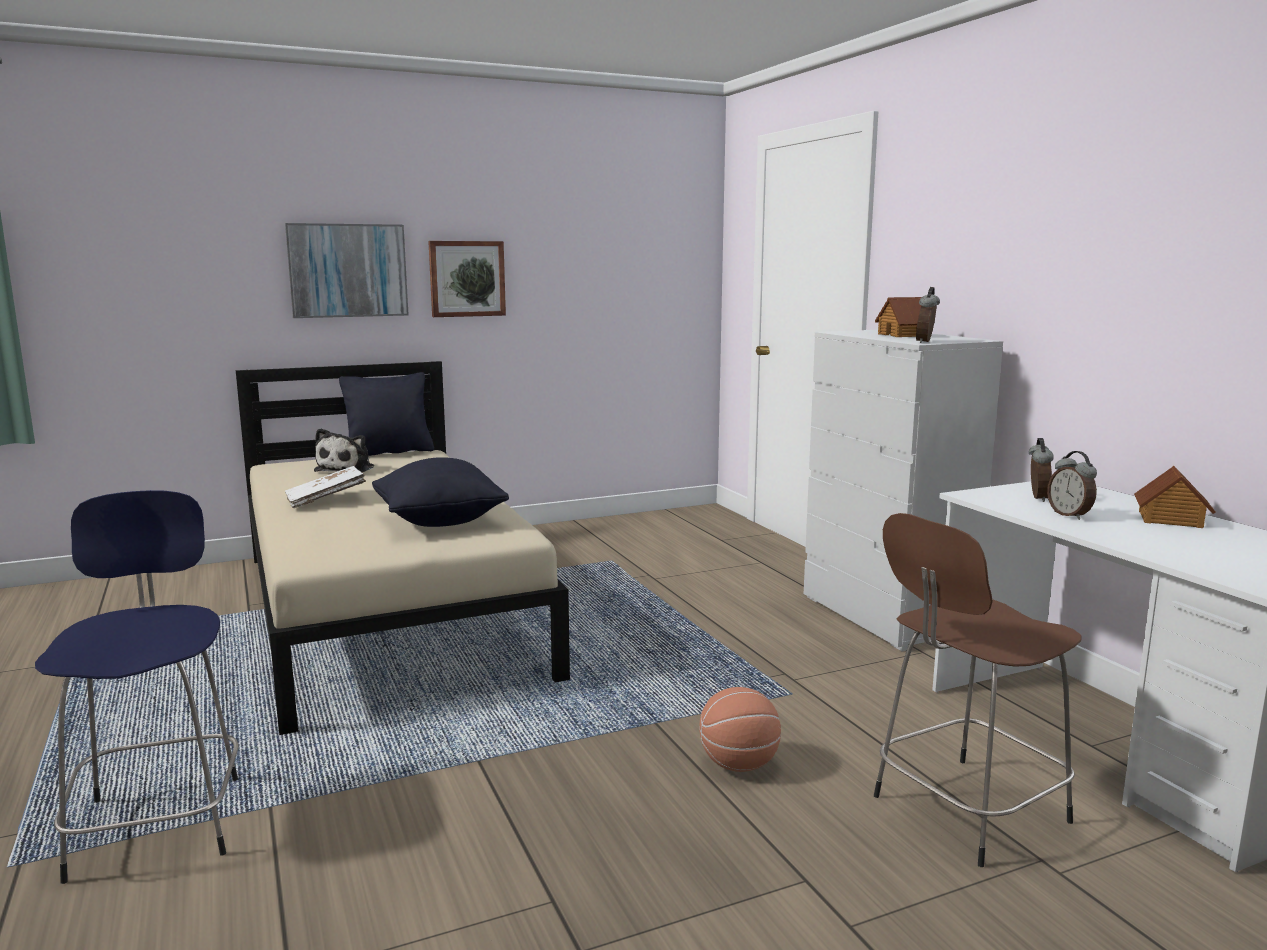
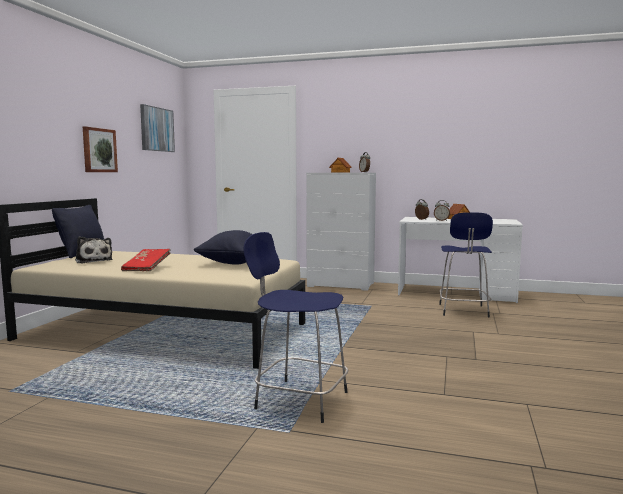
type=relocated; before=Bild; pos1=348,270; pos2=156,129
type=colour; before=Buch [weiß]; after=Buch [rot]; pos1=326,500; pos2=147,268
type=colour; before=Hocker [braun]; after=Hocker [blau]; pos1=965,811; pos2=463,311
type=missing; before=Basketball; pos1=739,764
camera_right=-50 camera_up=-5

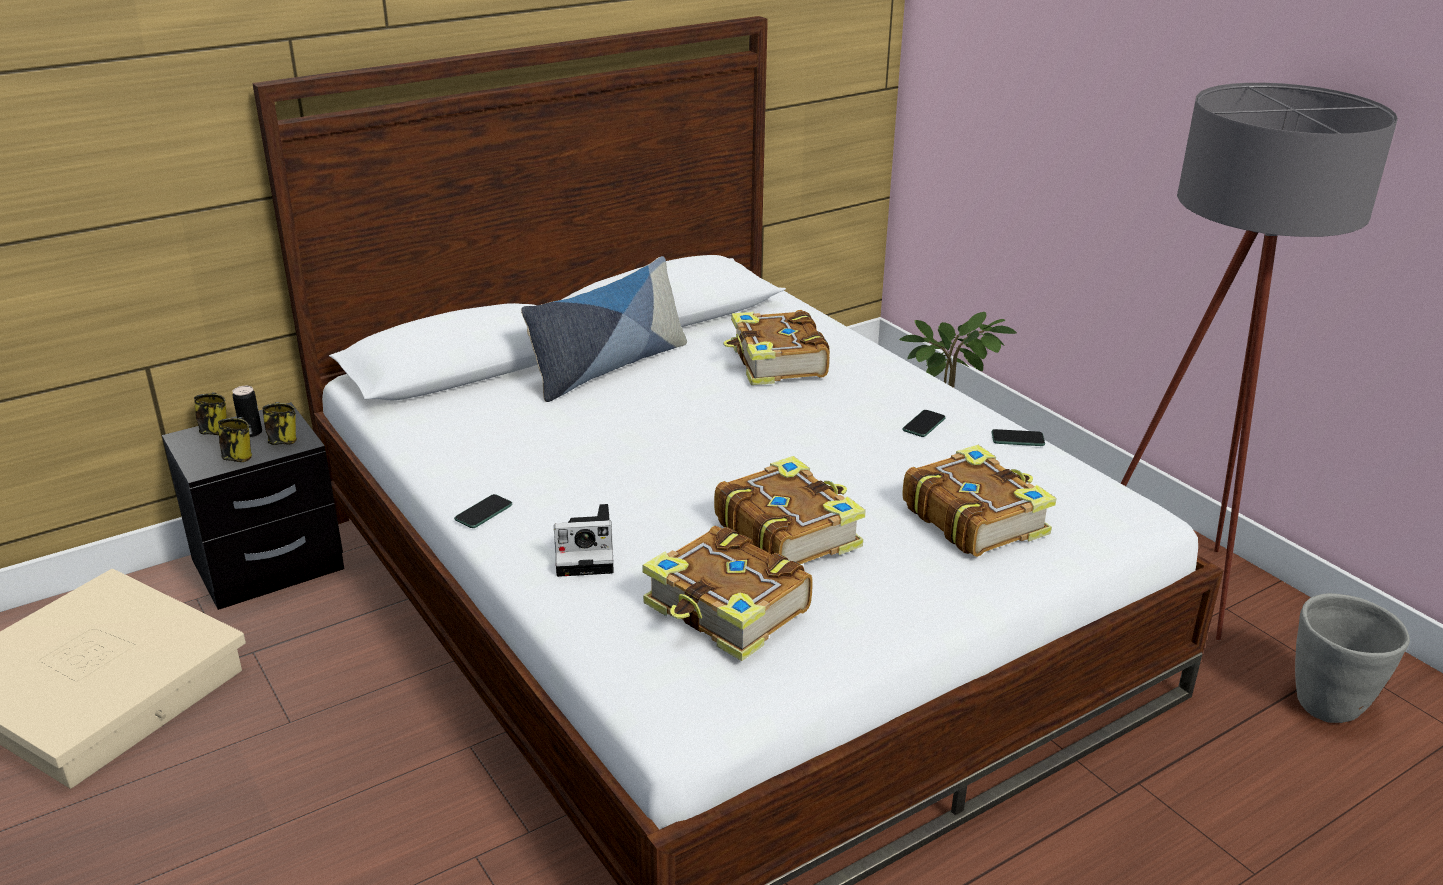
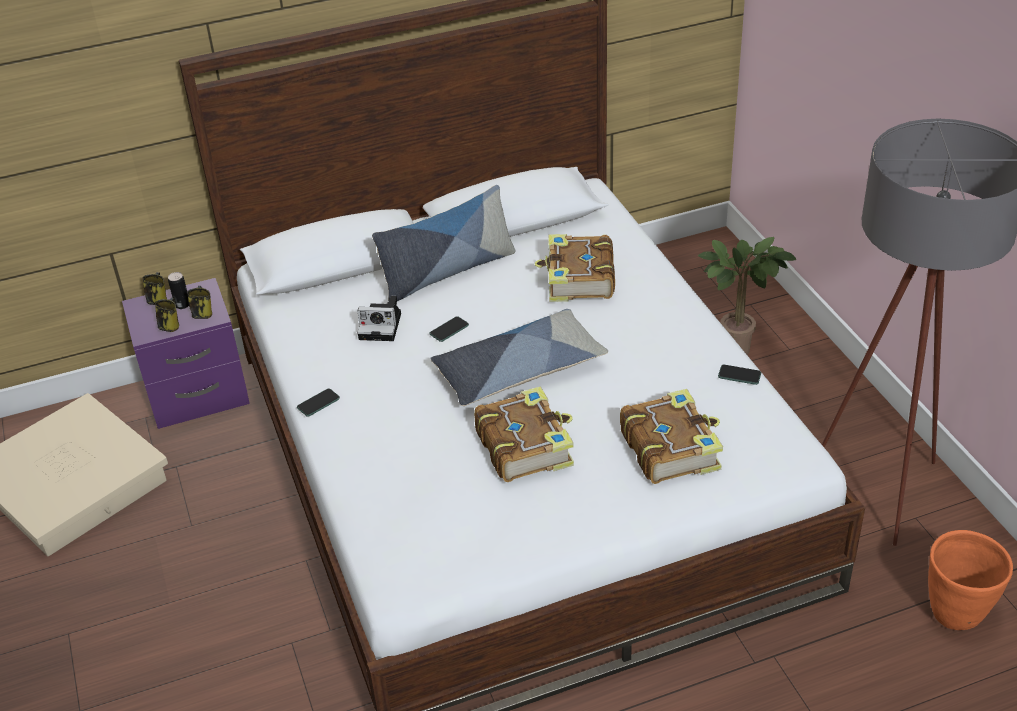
type=colour; before=Nachttisch [schwarz]; after=Nachttisch [lila]; pos1=269,567; pos2=198,396
type=relocated; before=Handy; pos1=924,424; pos2=449,330
type=relocated; before=Kamera; pos1=587,554; pos2=382,326
type=missing; before=Buch; pos1=727,610
type=colour; before=Pflanzkübel [grau]; after=Pflanzkübel [orange]; pos1=1328,705; pos2=956,614
type=appeared; after=Kissen; pos2=518,370
camera_right=15 camera_up=10

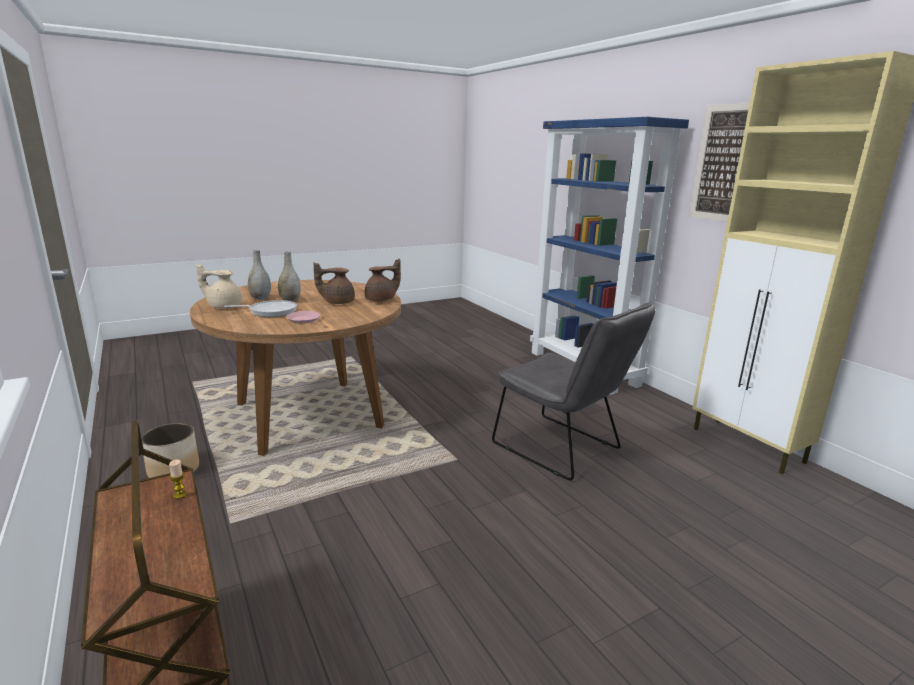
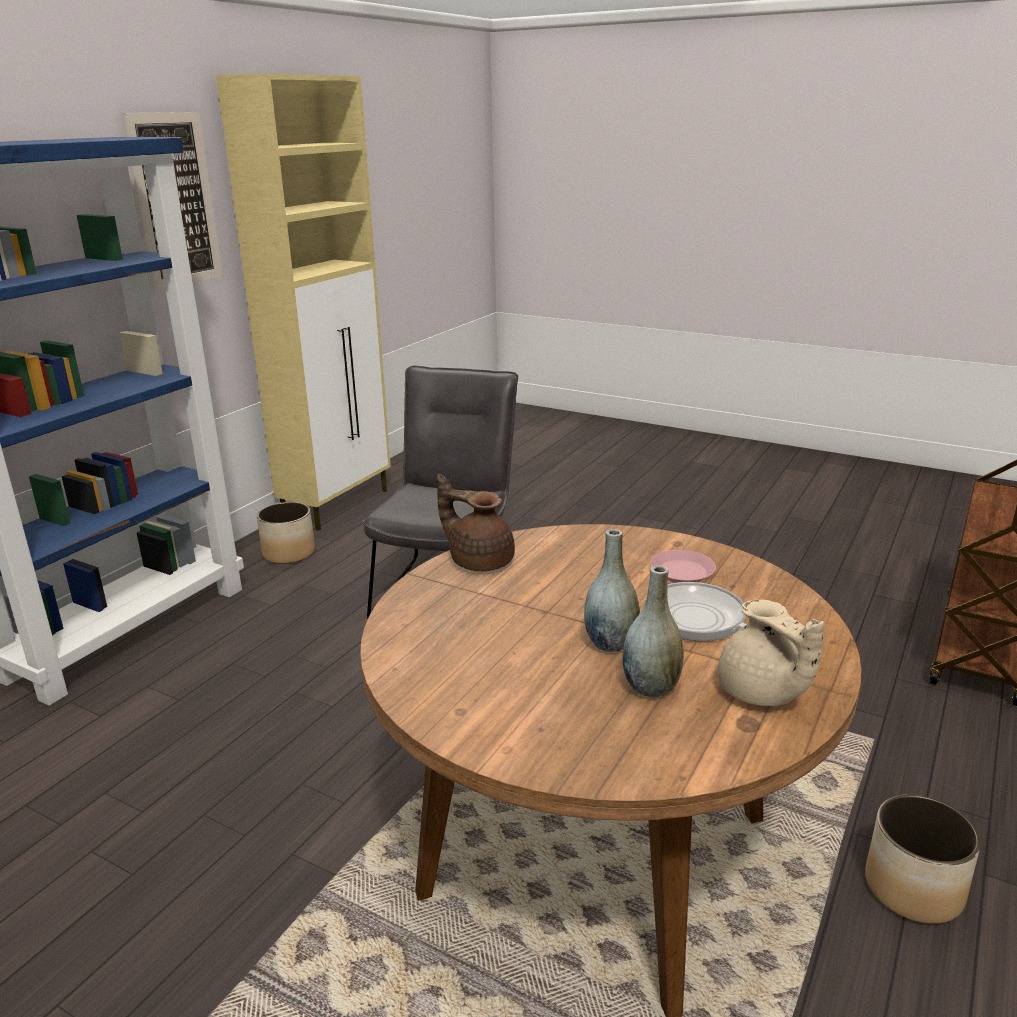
type=missing; before=Teekanne [braun]; pos1=337,302
type=missing; before=Kerze; pos1=180,494
type=appeared; after=Pflanzkübel; pos2=288,553
camera_right=-120 camera_up=5

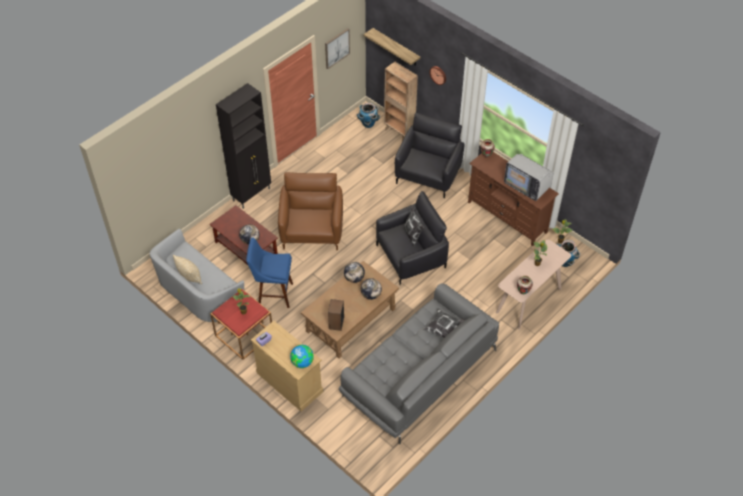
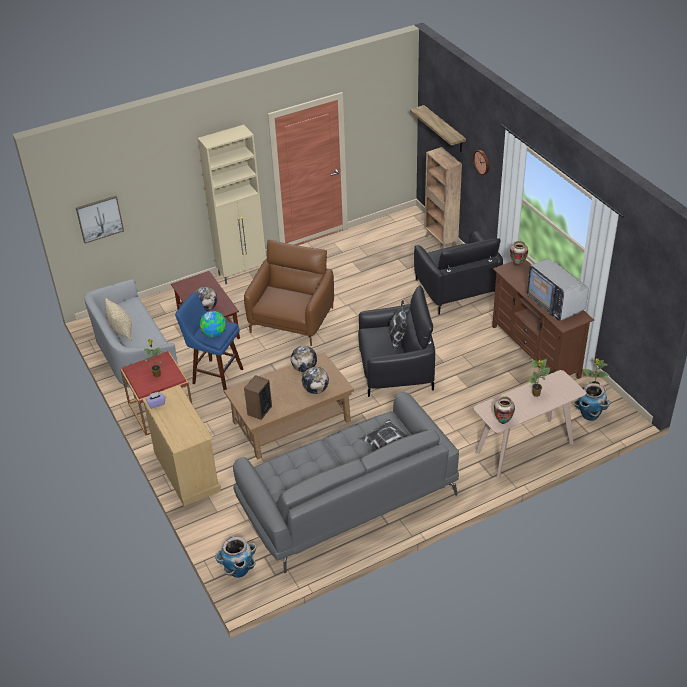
type=relocated; before=Bild; pos1=336,48; pos2=99,218
type=colour; before=Schrank [schwarz]; after=Schrank [beige]; pos1=252,194; pos2=242,272
type=relocated; before=Pflanzkübel; pos1=368,124; pos2=238,570
type=spun; before=Sessel [schwarz]; pos1=428,174; pos2=456,289; turn=120
type=relocated; before=Globus; pos1=302,362; pos2=214,333
camera_right=20 camera_up=-10

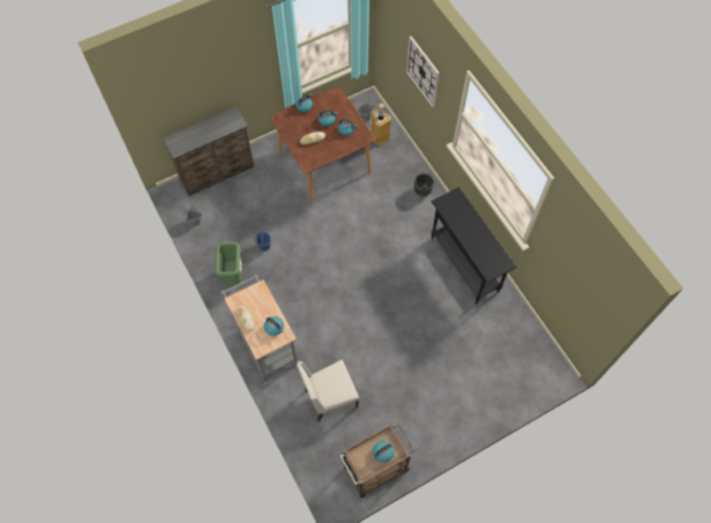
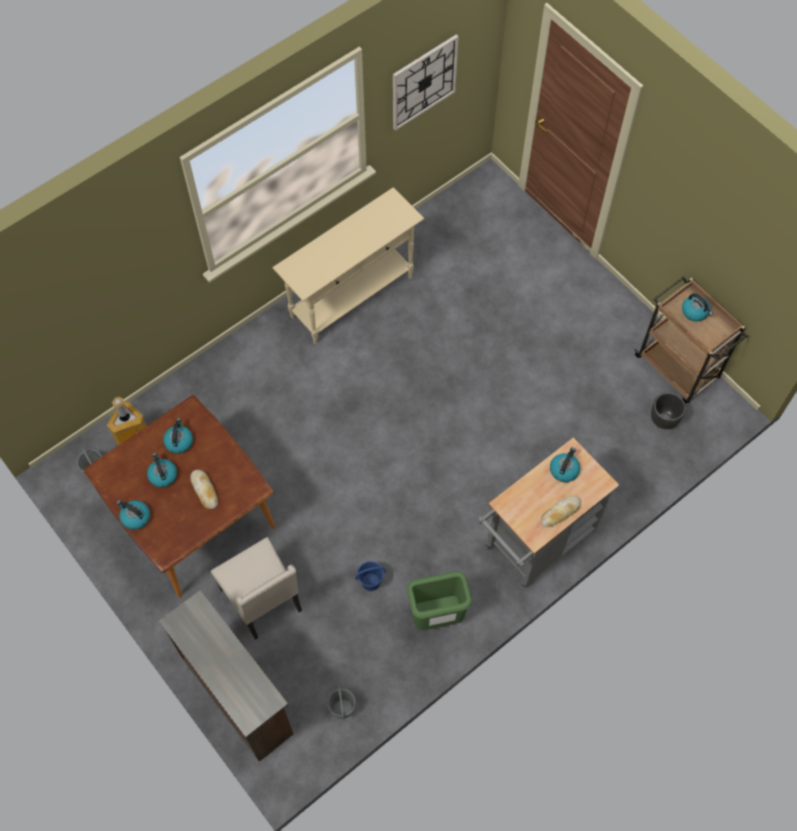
type=relocated; before=Wanduhr; pos1=423,71; pos2=424,82
type=relocated; before=Pflanzkübel [schwarz]; pos1=422,191; pos2=664,420
type=colour; before=Konsolentisch [schwarz]; after=Konsolentisch [beige]; pos1=464,264; pos2=352,297
type=relocated; before=Stuhl [beige]; pos1=329,398; pos2=263,600
camera_right=-100 camera_up=0

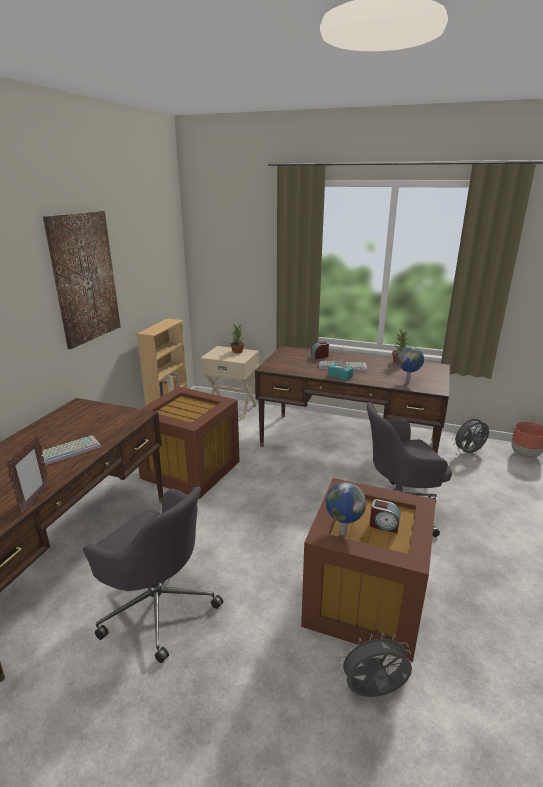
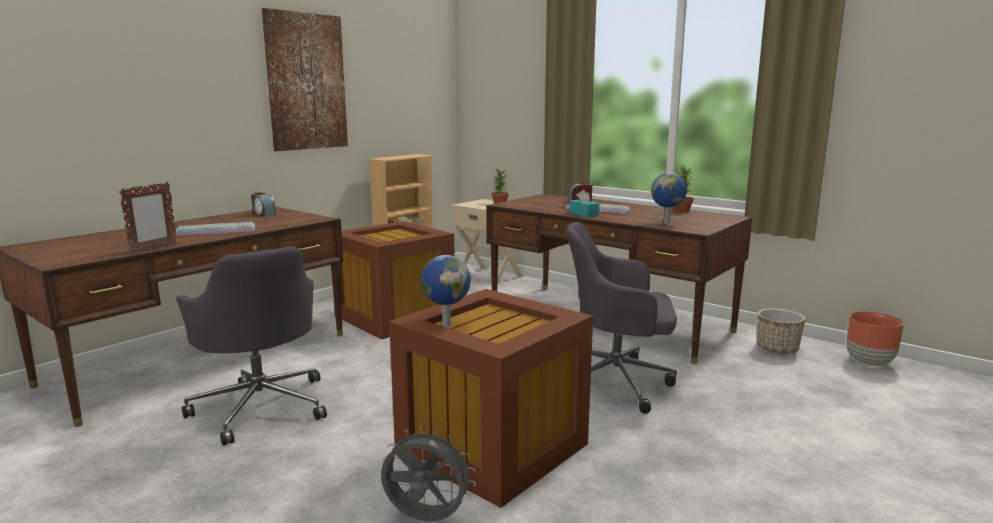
type=exchanged; before=Ventilator [grau]; after=Pflanzkübel; pos1=468,452; pos2=777,349
type=relocated; before=Wecker; pos1=384,525; pos2=263,214
camera_right=20 camera_up=-10

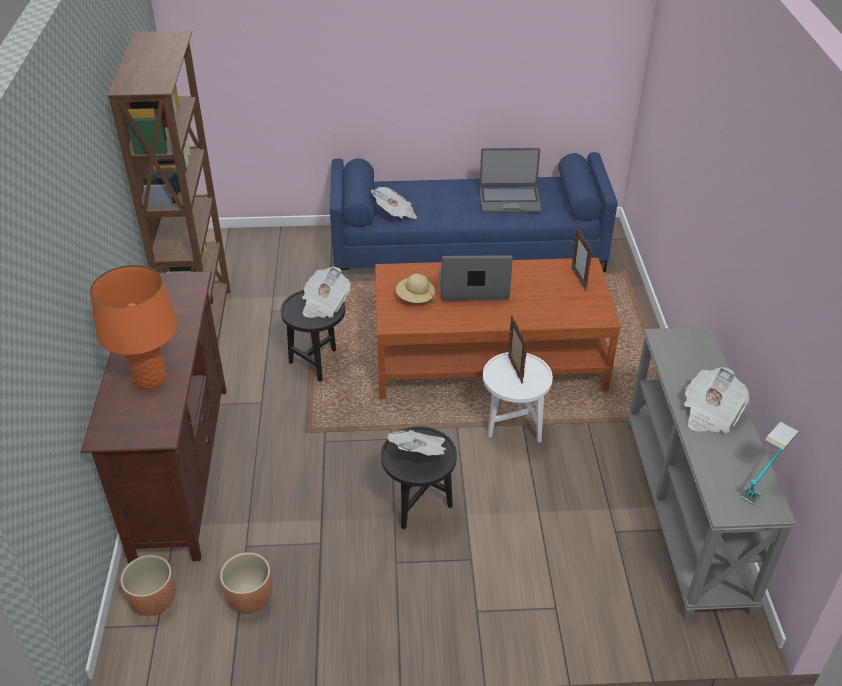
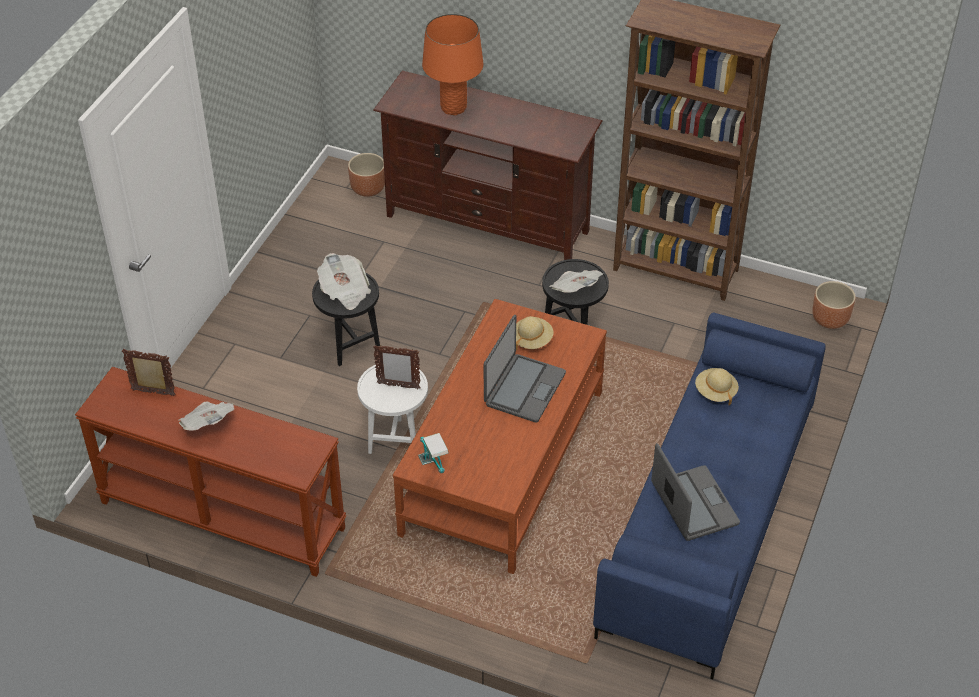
type=spun; before=Laptop; pos1=509,200; pos2=693,505; turn=135
type=exchanged; before=Zeitung; after=Hut [beige]; pos1=395,214; pos2=715,392
type=relocated; before=Bilderrahmen; pos1=578,279; pos2=153,393
type=colour; before=Konsolentisch [grau]; after=Konsolentisch [braun]; pos1=686,512; pos2=221,516
type=relocated; before=Tischlampe; pos1=761,483; pos2=433,474
type=relocated; before=Pflanzkübel [braun]; pos1=250,597; pos2=830,320
camera_right=115 camera_up=5

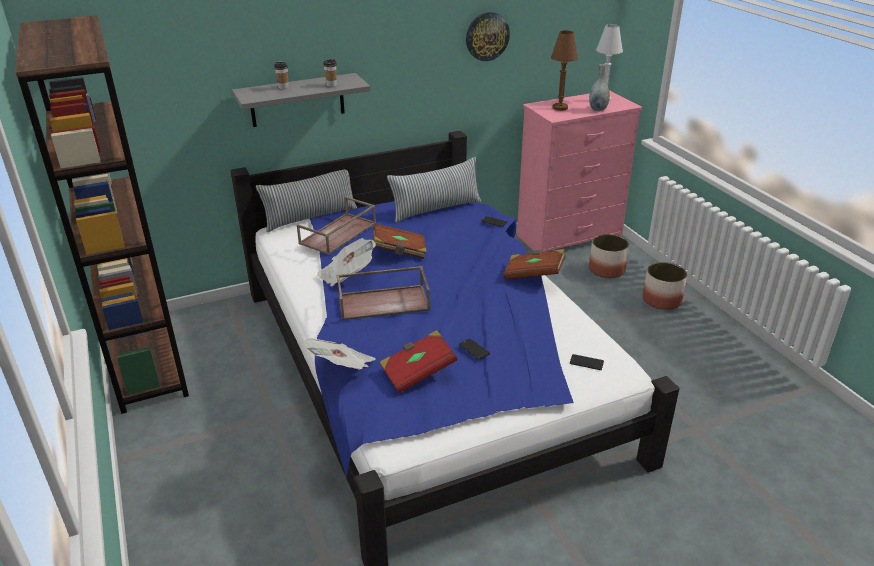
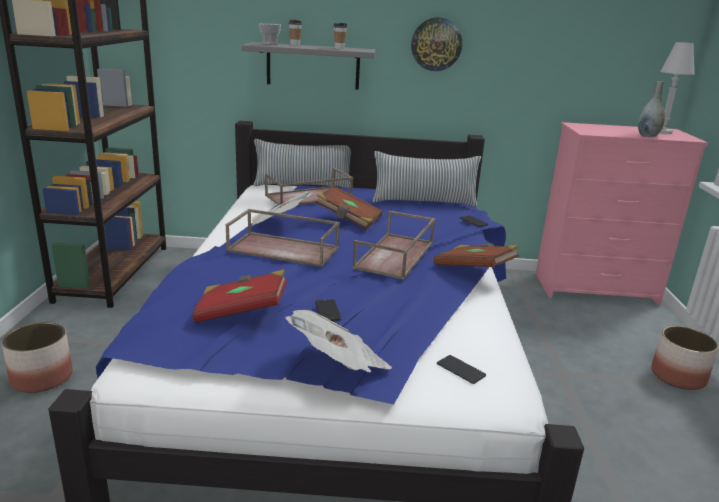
type=relocated; before=Wanduhr; pos1=487,36; pos2=436,44
type=missing; before=Tischlampe [braun]; pos1=560,108
type=relocated; before=Pflanzkübel; pos1=606,270; pos2=41,378
type=relocated; before=Zeitung; pos1=341,368; pos2=339,365
type=appeared; after=Tasse; pos2=270,44
type=appeared; after=Tablett [braun]; pos2=395,256
camera_right=25 camera_up=-10

